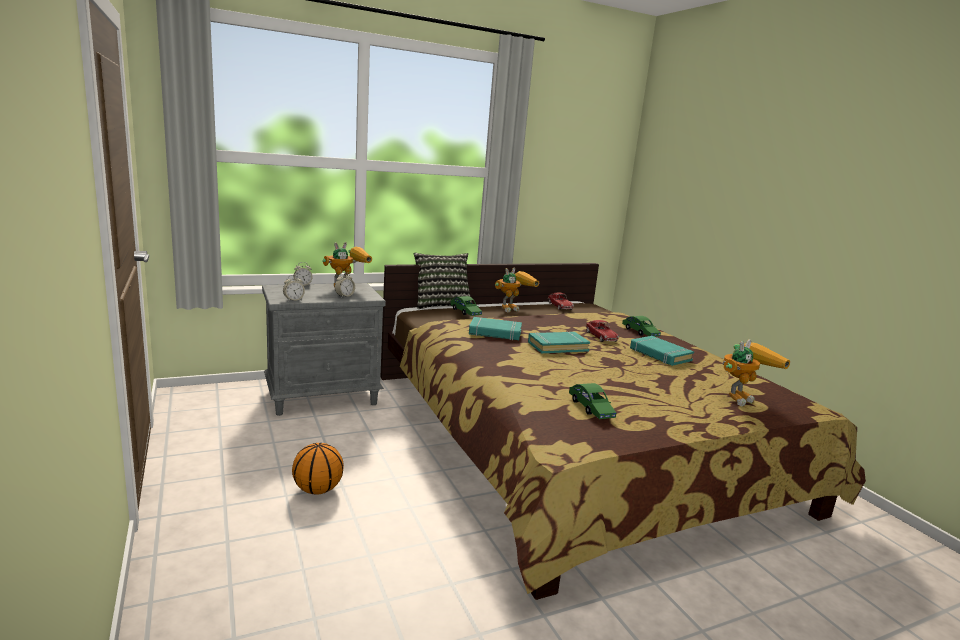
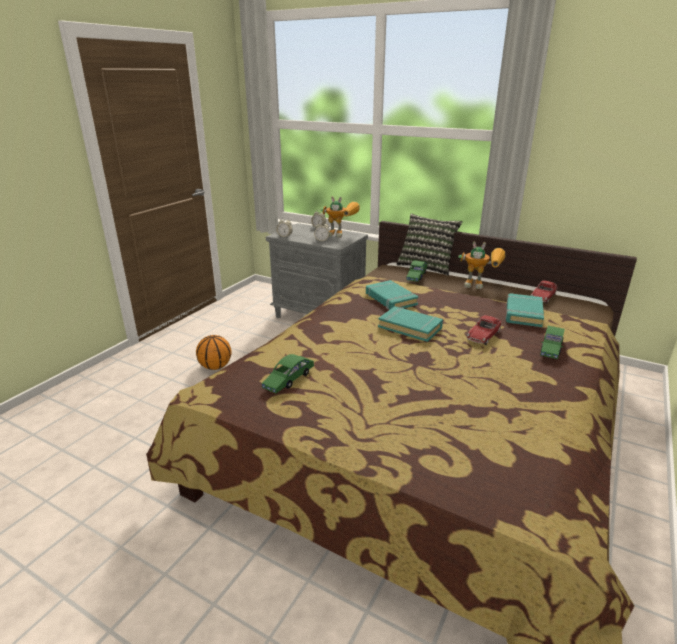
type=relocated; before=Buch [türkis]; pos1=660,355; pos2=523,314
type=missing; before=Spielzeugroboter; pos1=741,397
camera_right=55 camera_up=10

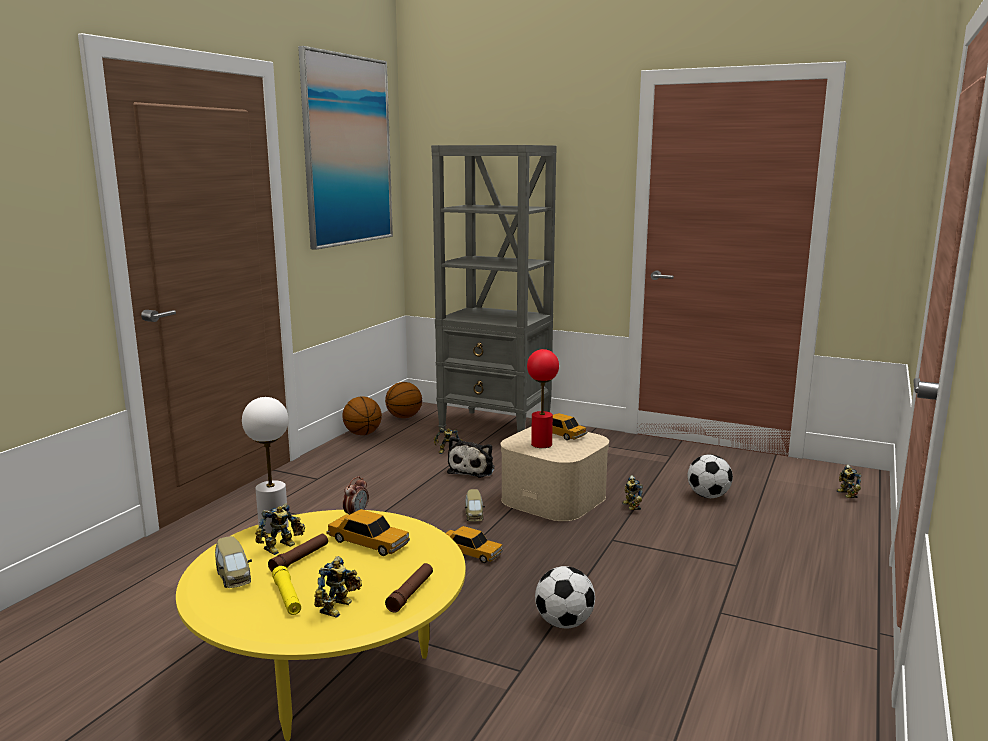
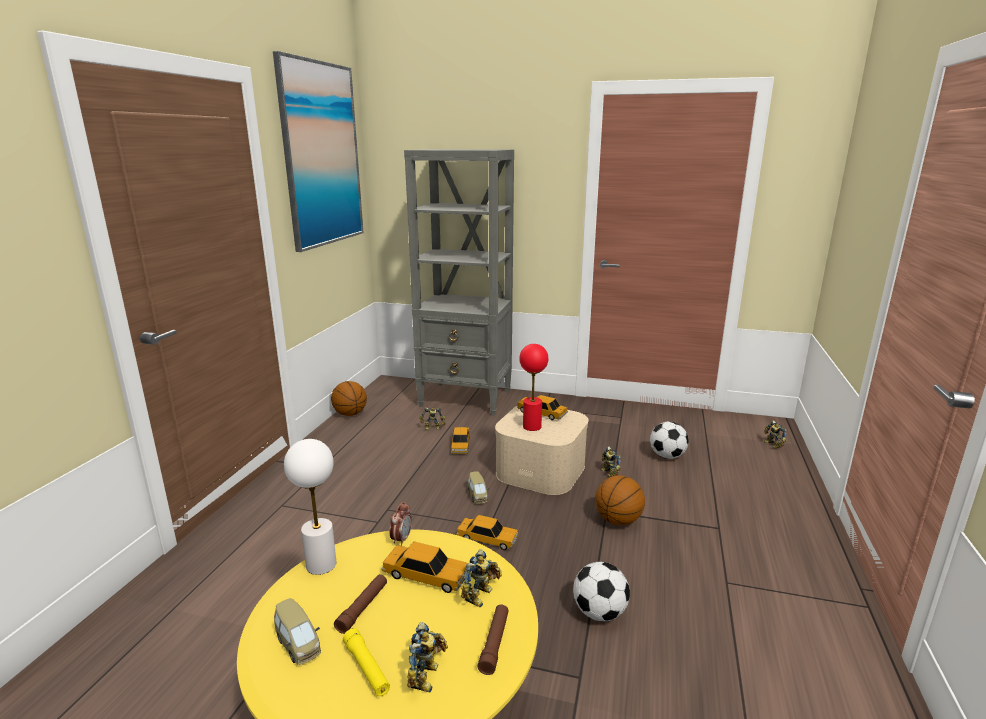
type=relocated; before=Basketball; pos1=404,417; pos2=618,520
type=exchanged; before=Plüschtier; after=Spielzeugauto; pos1=473,469; pos2=460,445
type=relocated; before=Spielzeugroboter; pos1=282,548; pos2=481,595
camera_right=-10 camera_up=5

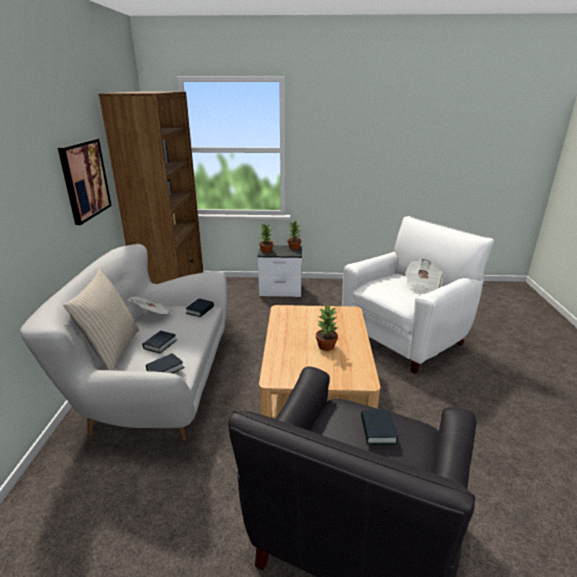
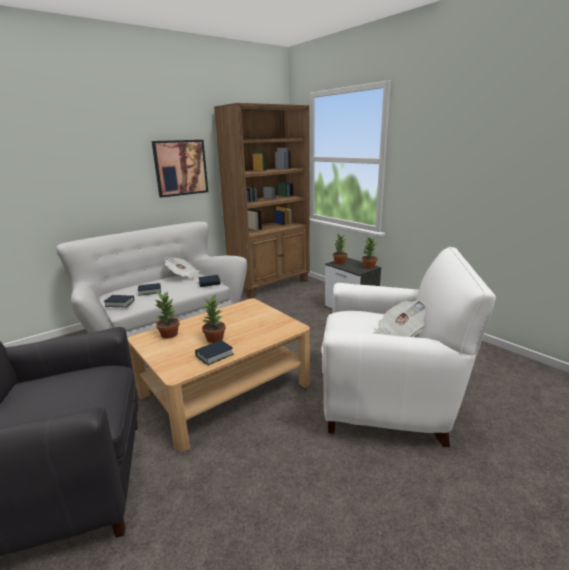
type=missing; before=Kissen [beige]; pos1=112,350
type=relocated; before=Buch; pos1=377,430; pos2=214,355
type=appeared; after=Topfpflanze; pos2=169,334
camera_right=50 camera_up=-5

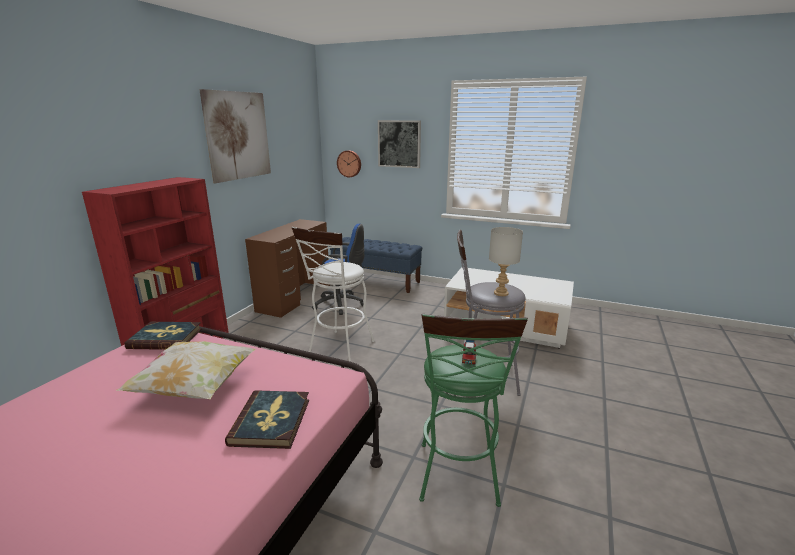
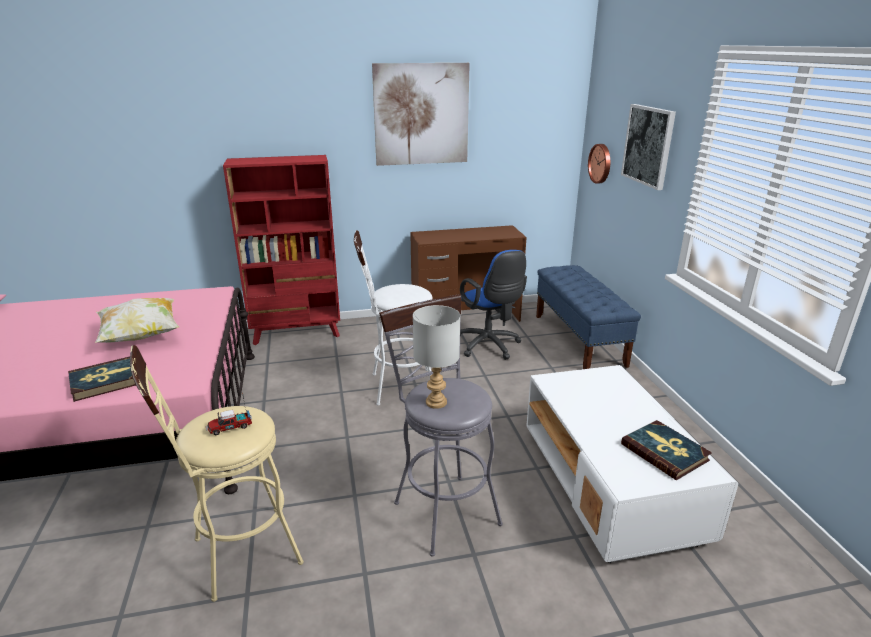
type=colour; before=Hocker [grün]; after=Hocker [beige]; pos1=458,479; pos2=237,555
type=relocated; before=Buch; pos1=166,338; pos2=665,452
camera_right=55 camera_up=5

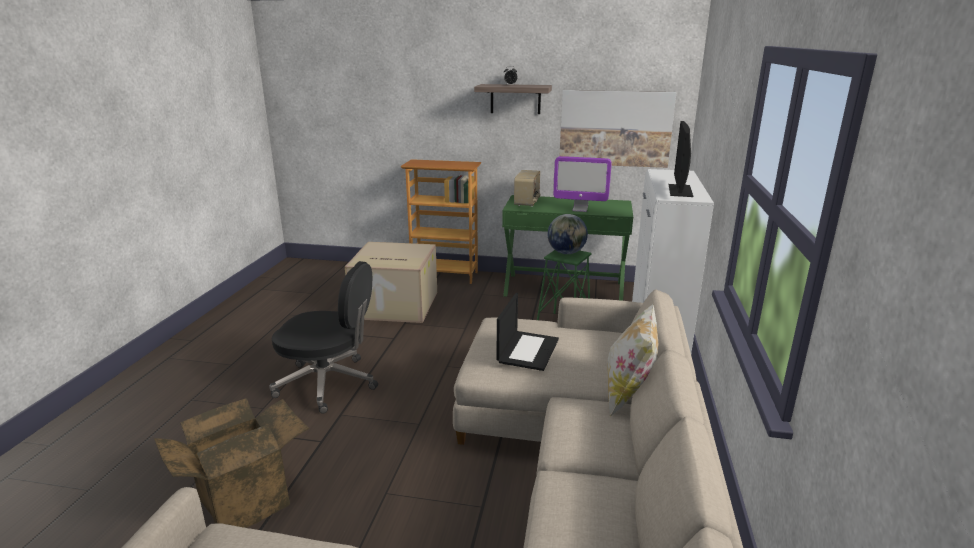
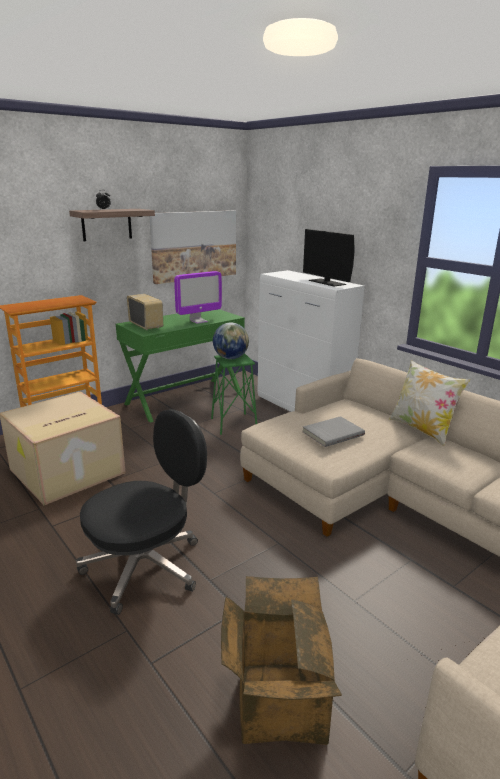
type=exchanged; before=Laptop; after=Buch [grau]; pos1=527,350; pos2=332,433
camera_right=-50 camera_up=0

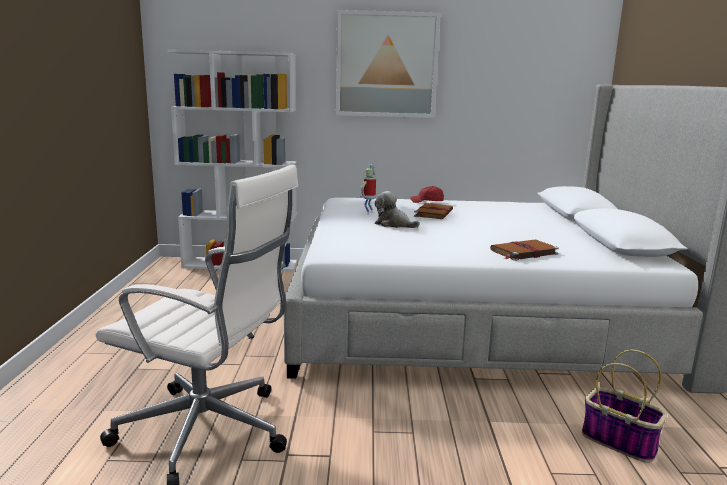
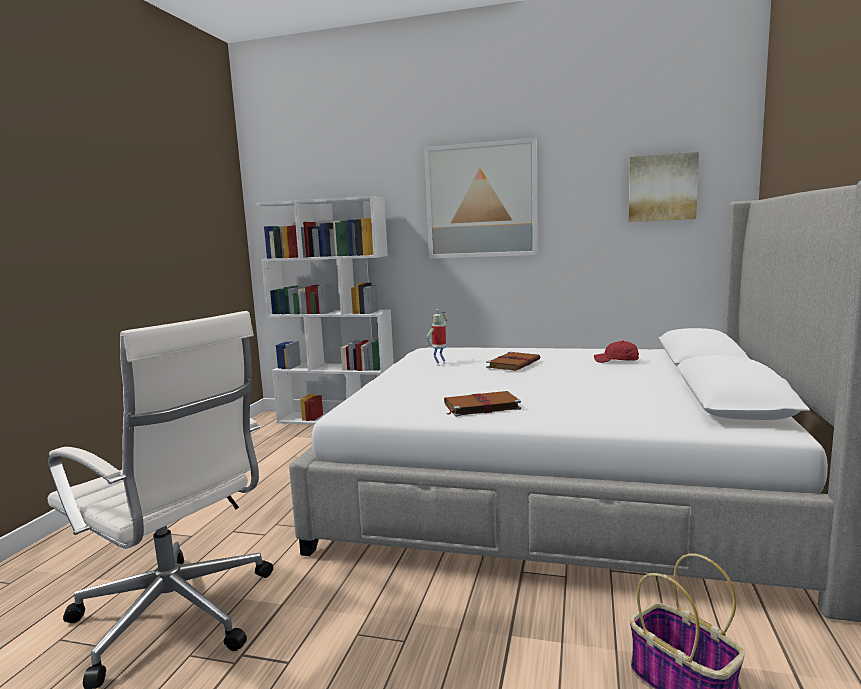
type=relocated; before=Kappe [rot]; pos1=427,202; pos2=616,361
type=missing; before=Plüschtier; pos1=393,224
type=relocated; before=Buch [braun]; pos1=523,252; pos2=480,406
type=appeared; after=Bild; pos2=662,188
camera_right=15 camera_up=-5

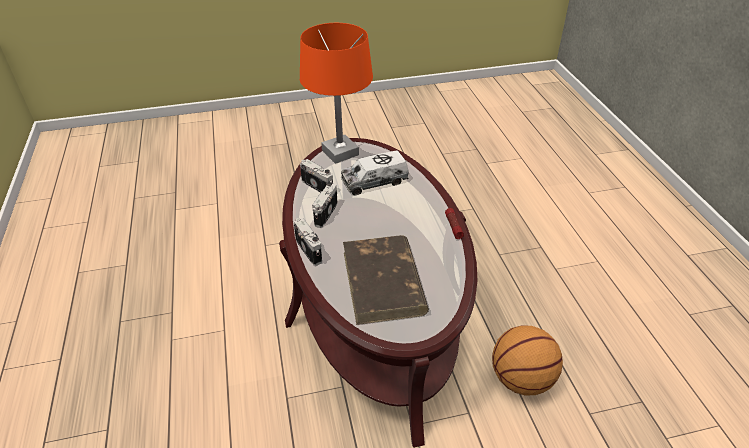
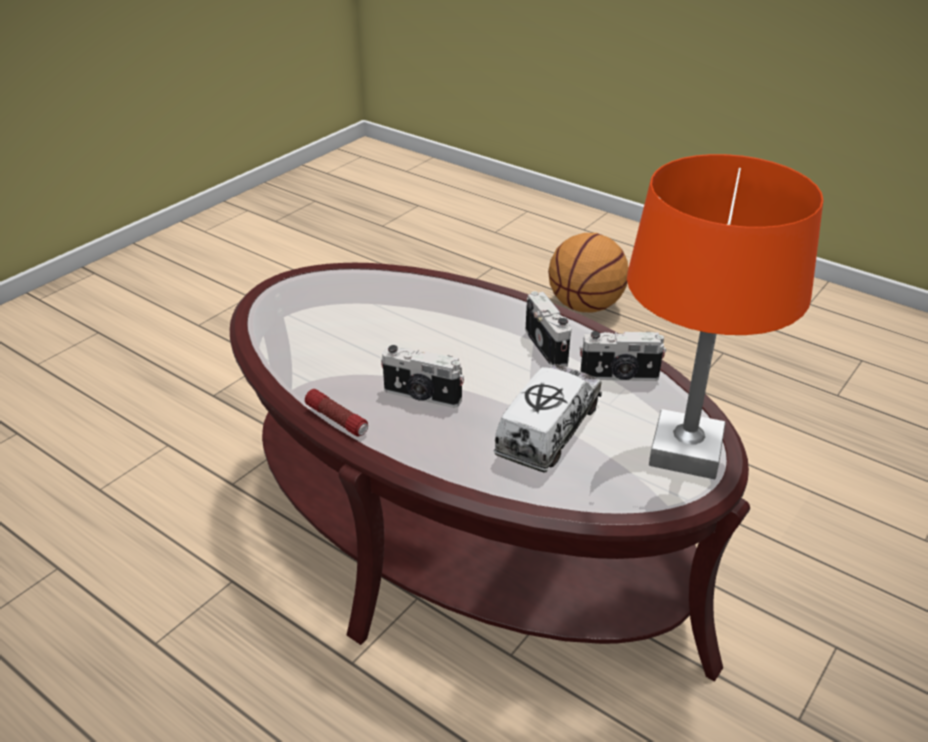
type=relocated; before=Kamera; pos1=310,250; pos2=421,396
type=missing; before=Buch [braun]; pos1=383,283
type=relocated; before=Basketball; pos1=521,380; pos2=585,306
camera_right=140 camera_up=-5

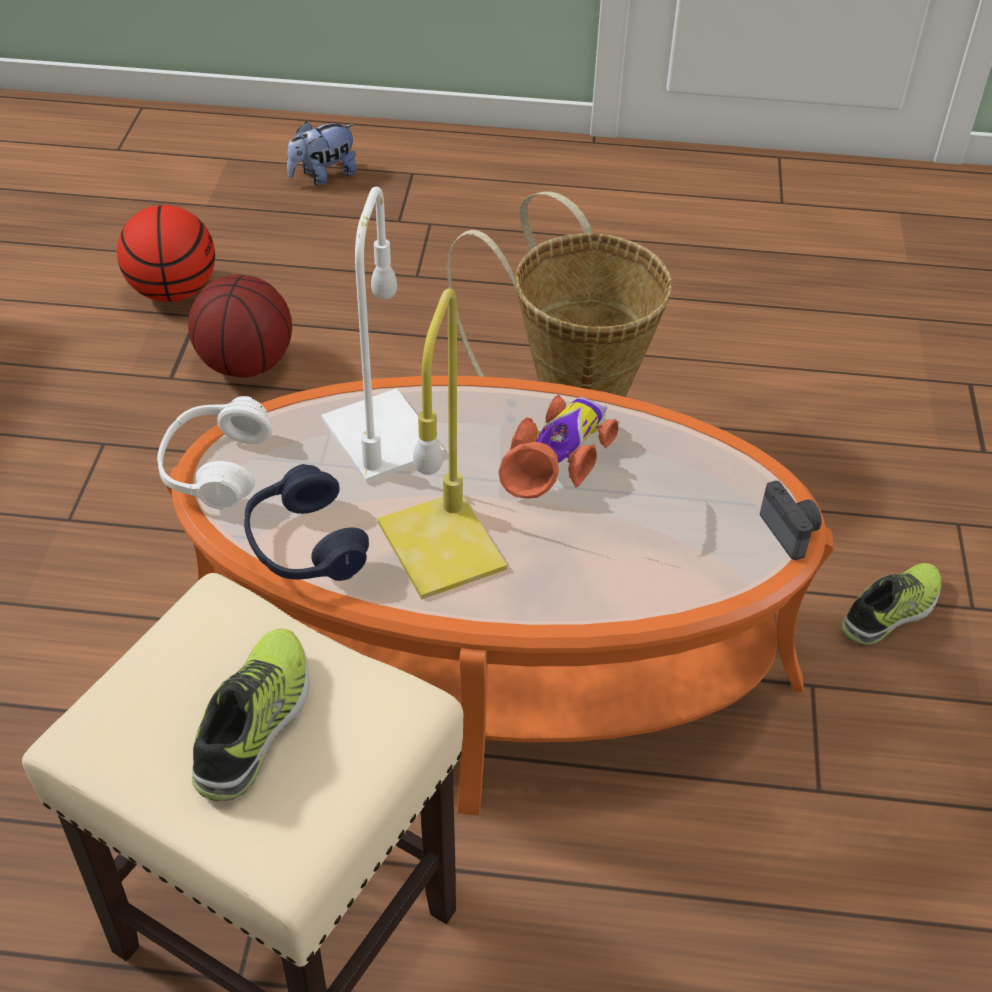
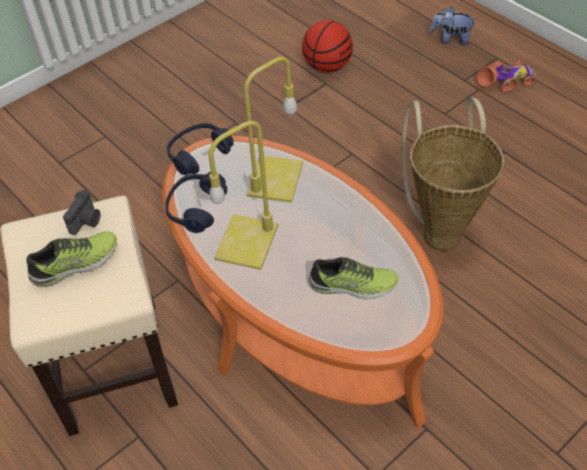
type=colour; before=Tischlampe [weiß]; after=Tischlampe [gelb]; pos1=384,438; pos2=275,180
type=missing; before=Basketball; pos1=247,364
type=relocated; before=Spielzeugauto; pos1=559,456; pos2=506,81
type=colour; before=Kopfhörer [weiß]; after=Kopfhörer [blau]; pos1=215,467; pos2=199,154
type=relocated; before=Kamera; pos1=791,532; pos2=86,221
type=relocated; before=Schuh; pos1=892,612; pos2=352,285
camera_right=45 camera_up=5

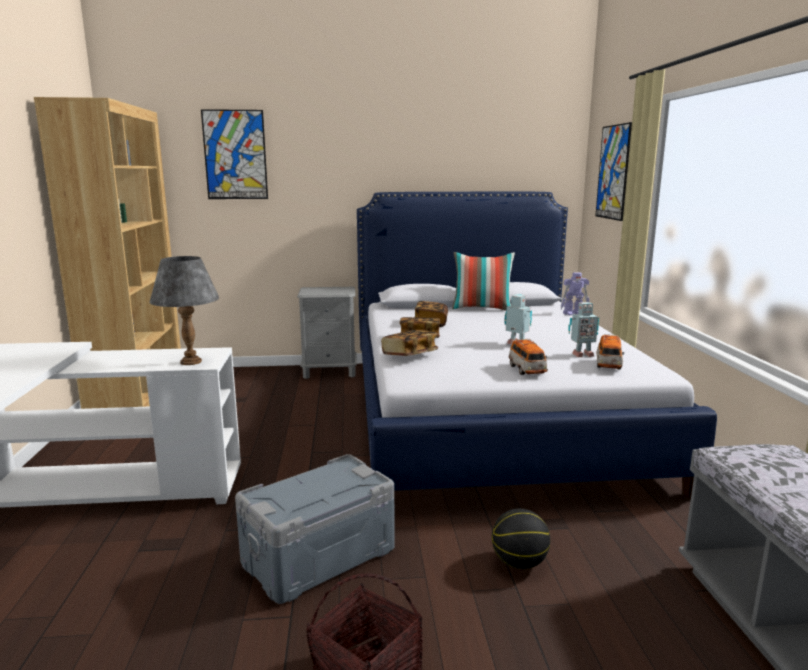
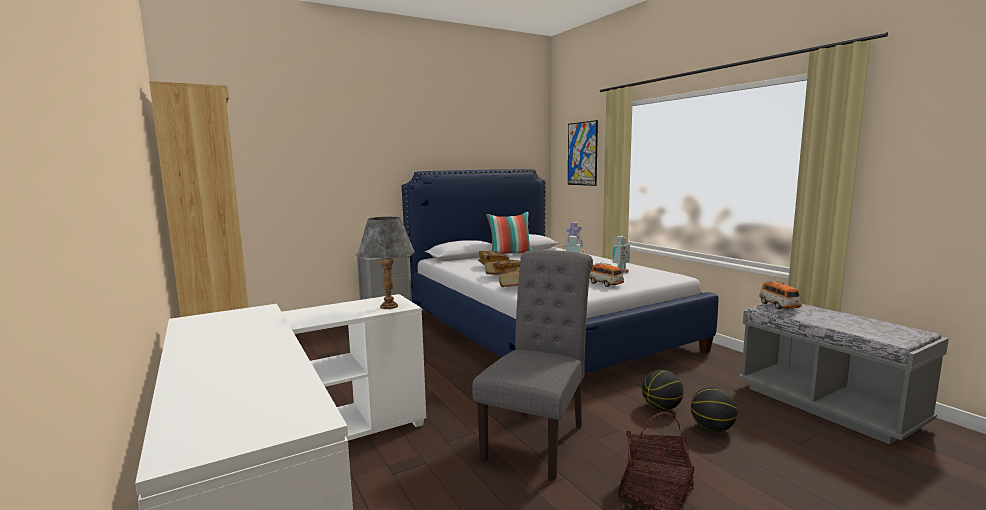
type=missing; before=Bild; pos1=235,155
type=relocated; before=Spielzeugauto; pos1=608,365; pos2=779,306
type=exchanged; before=Aufbewahrungsbox [grau]; after=Stuhl [grau]; pos1=320,557; pos2=538,438
type=appeared; after=Basketball; pos2=712,428
camera_right=-25 camera_up=-5

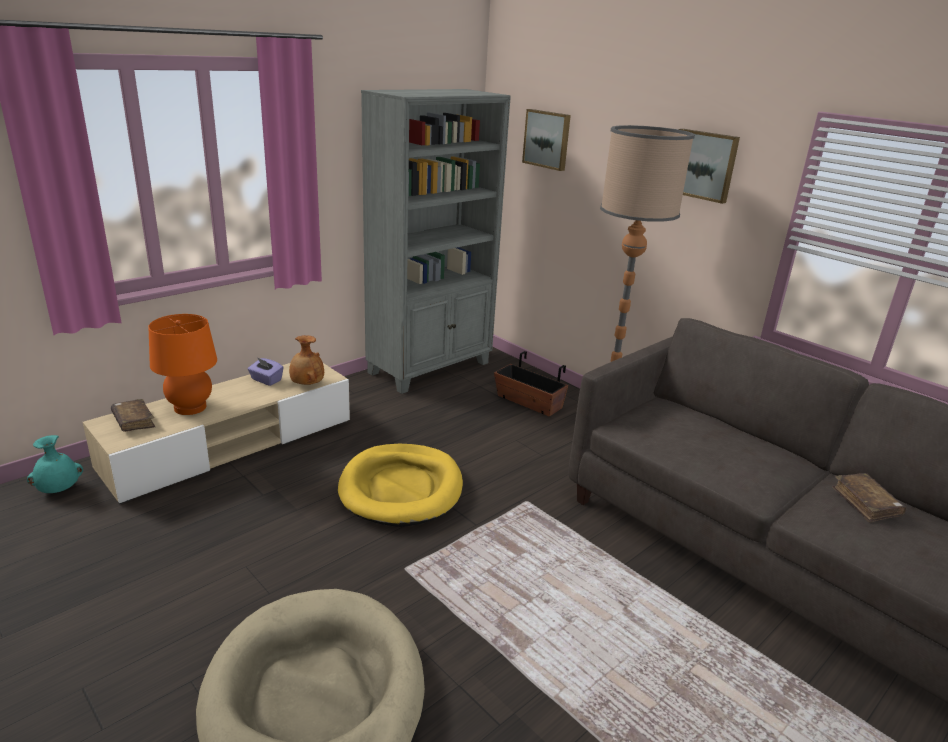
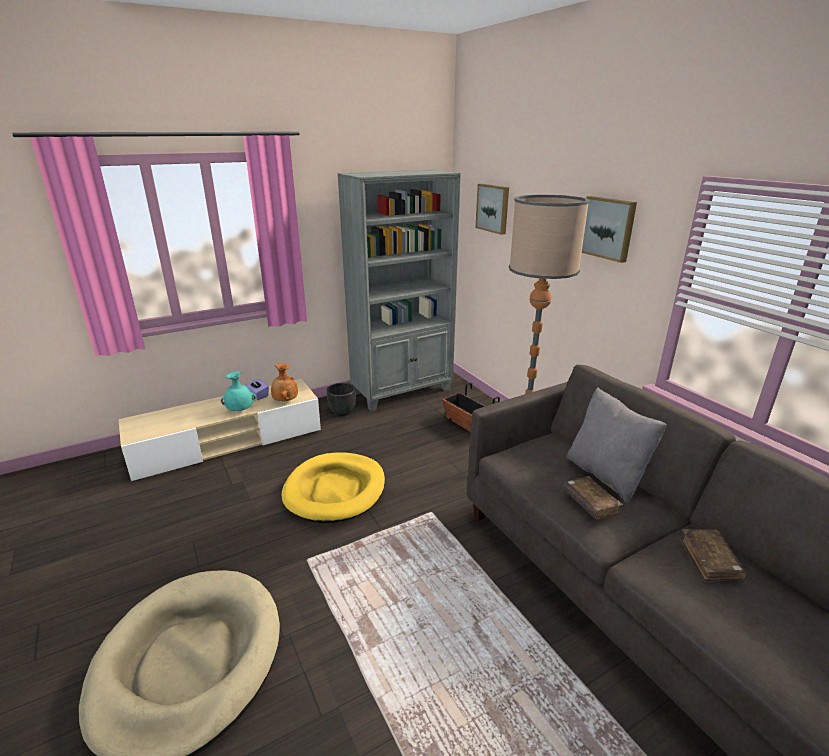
type=missing; before=Tischlampe [orange]; pos1=190,407
type=relocated; before=Buch [braun]; pos1=133,421; pos2=590,503
type=relocated; before=Vase [türkis]; pos1=59,490; pos2=240,410
type=appeared; after=Pflanzkübel [schwarz]; pos2=342,412
type=appeared; after=Kissen [grau]; pos2=606,475
camera_right=15 camera_up=0

